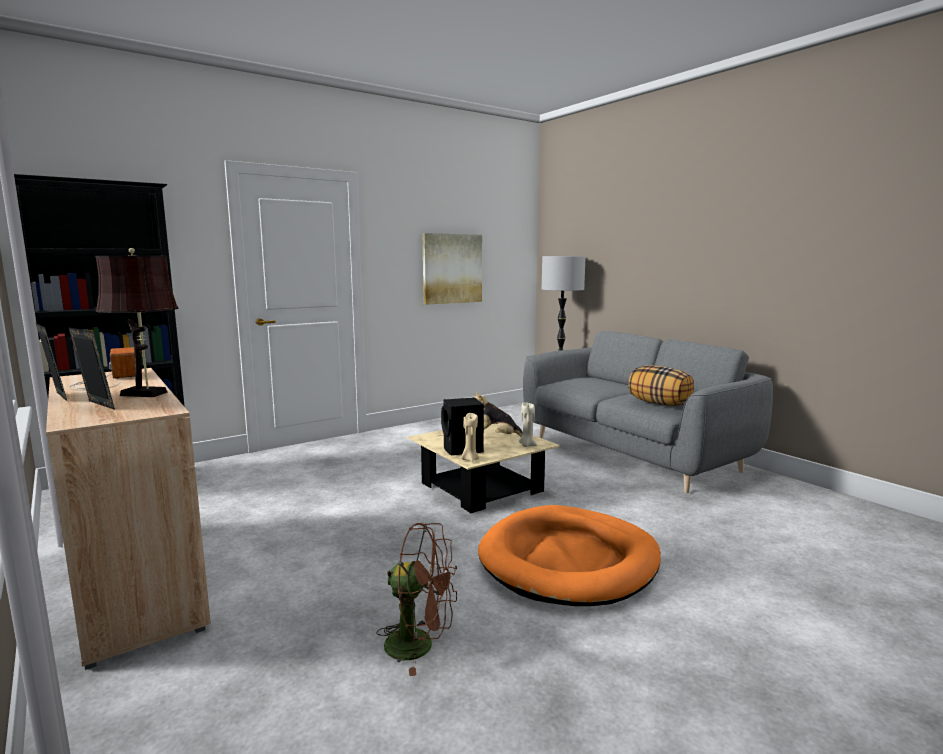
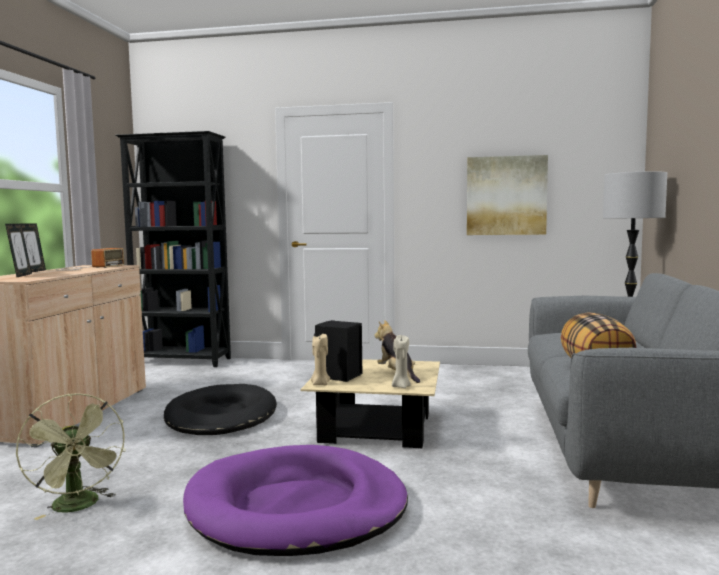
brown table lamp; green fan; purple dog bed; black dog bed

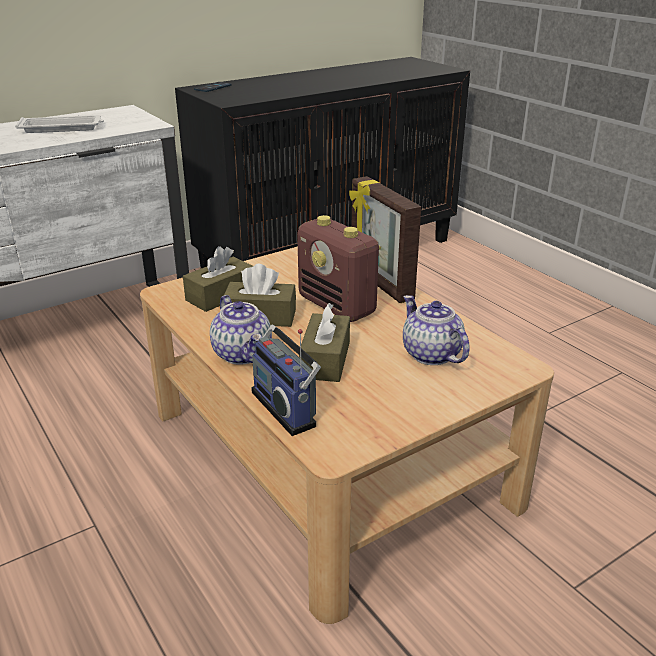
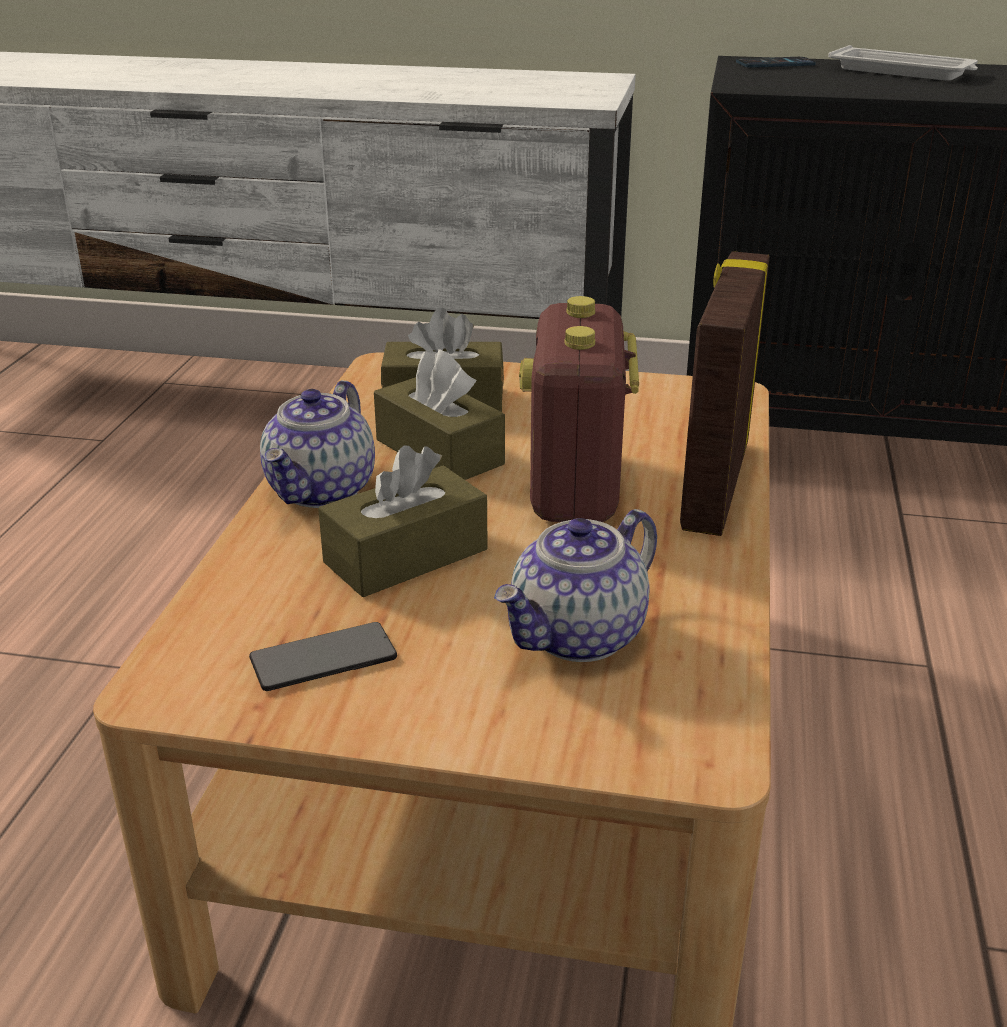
white tray; radio (no. 1 from left in the first image); teapot (no. 2 from left); phone (no. 1 from left)

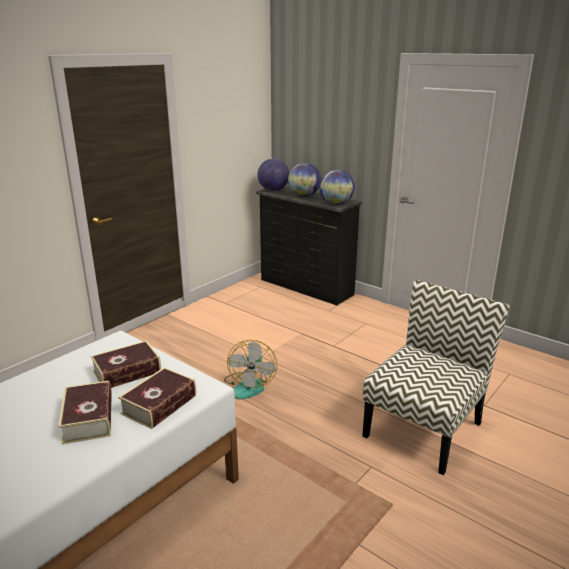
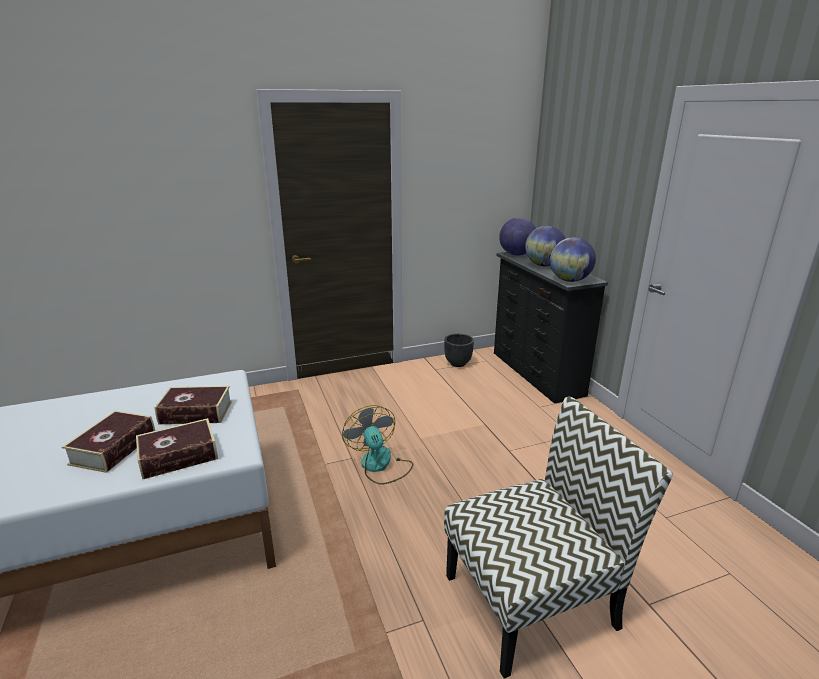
fan; black planter

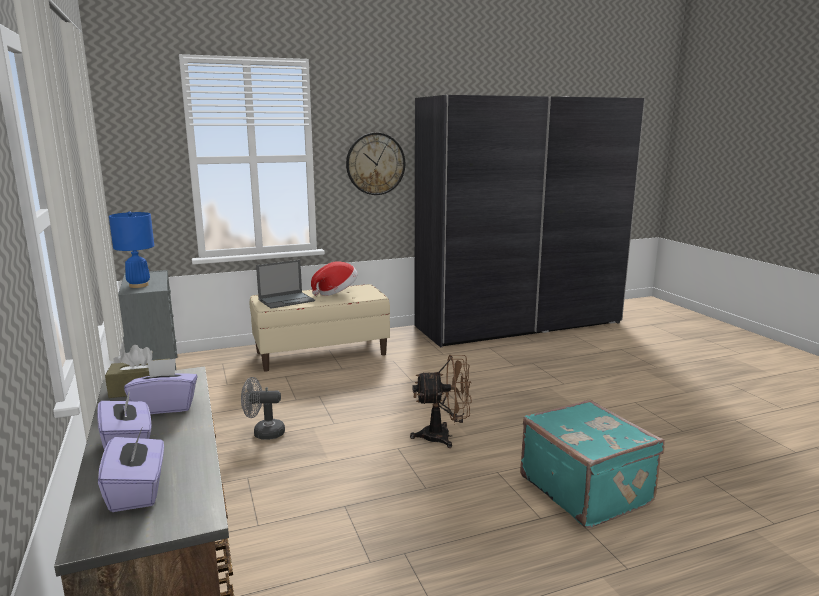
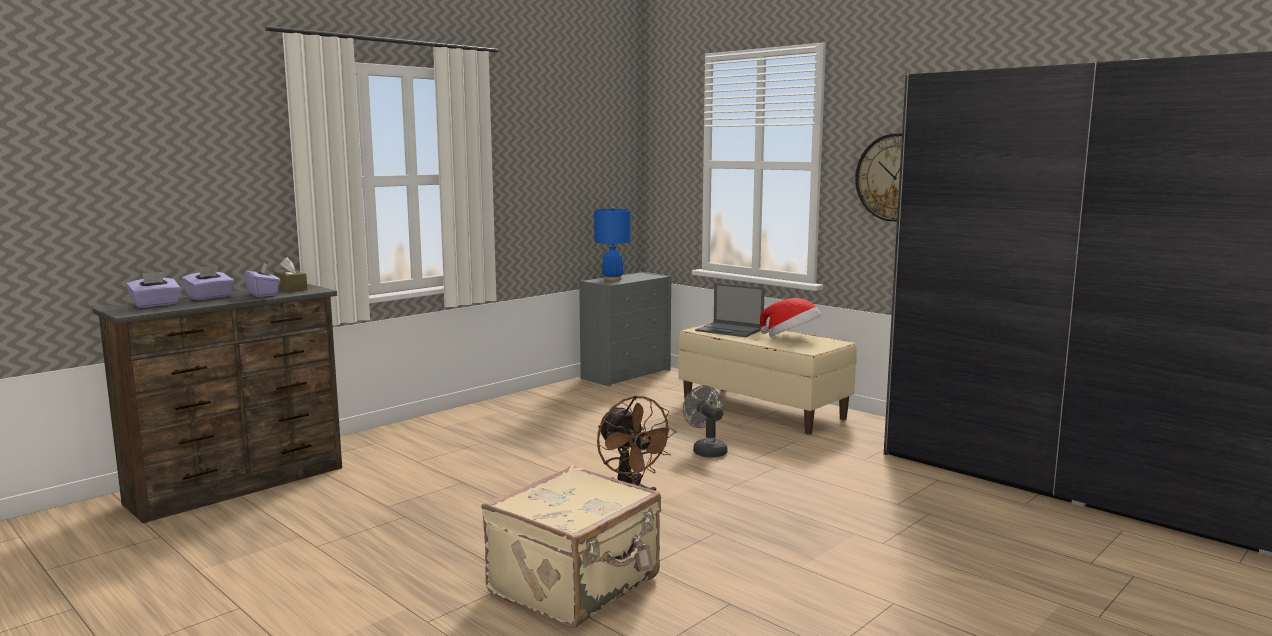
grey fan; beige suitcase

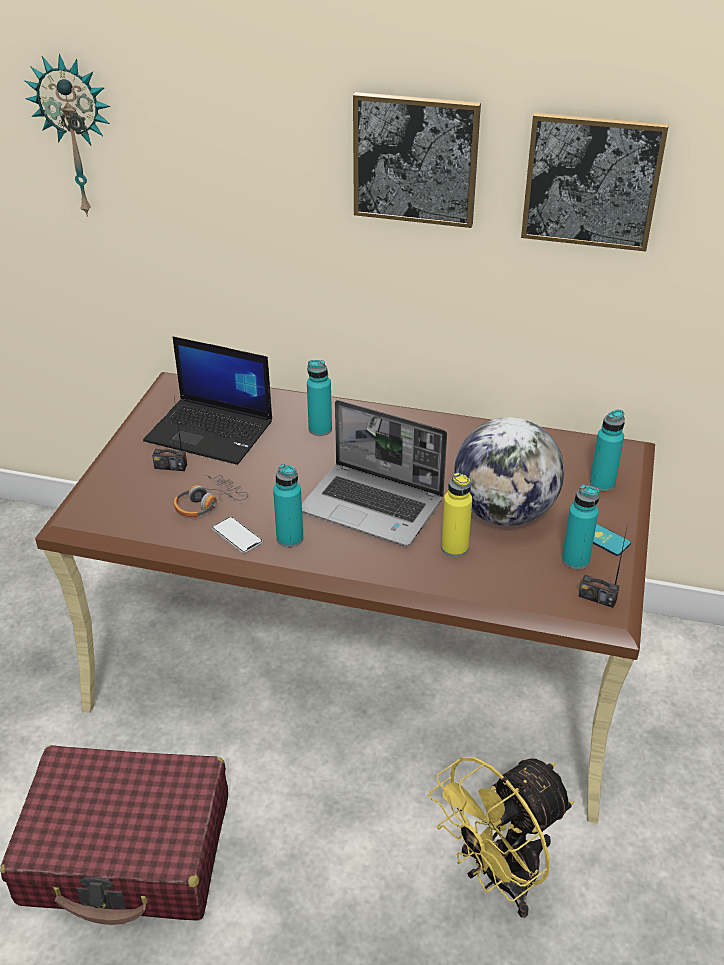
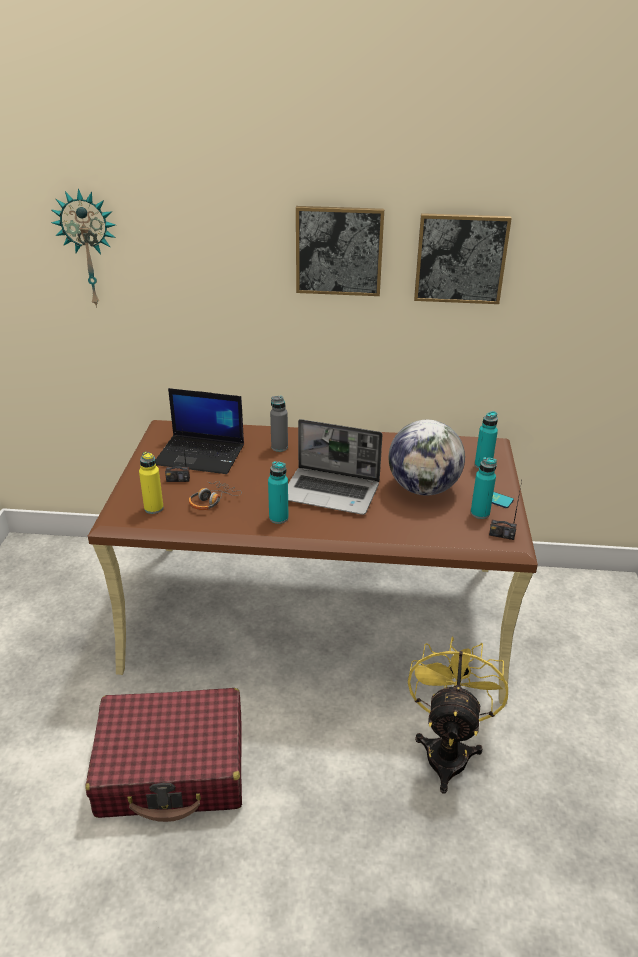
phone (no. 1 from left in the first image); grey bottle; yellow fan; yellow bottle

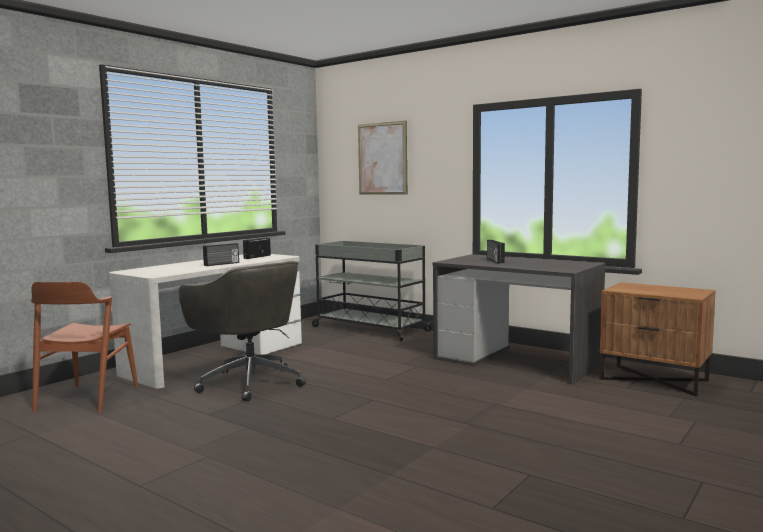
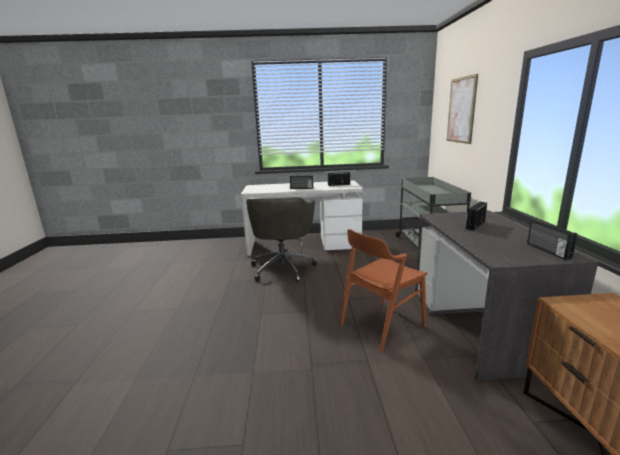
brown chair; radio (no. 4 from left)

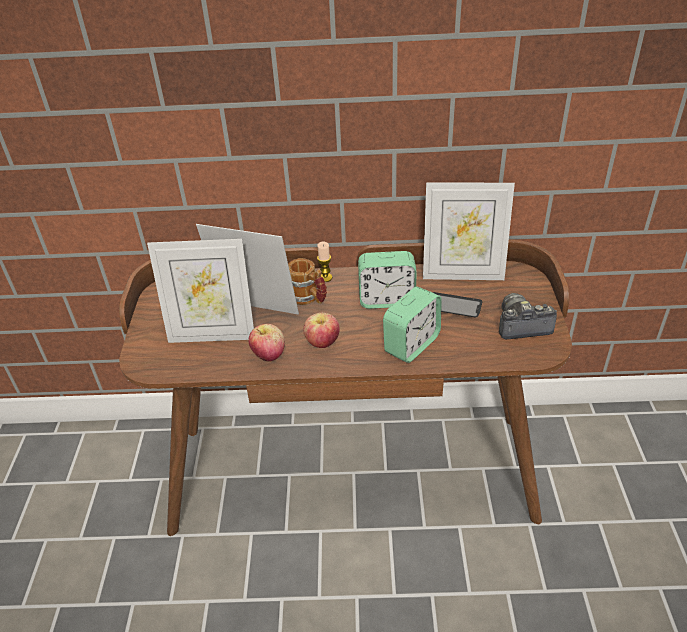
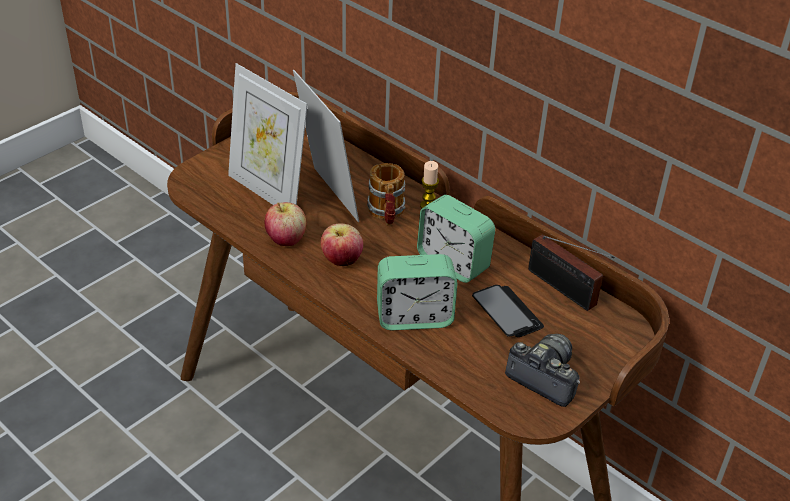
radio

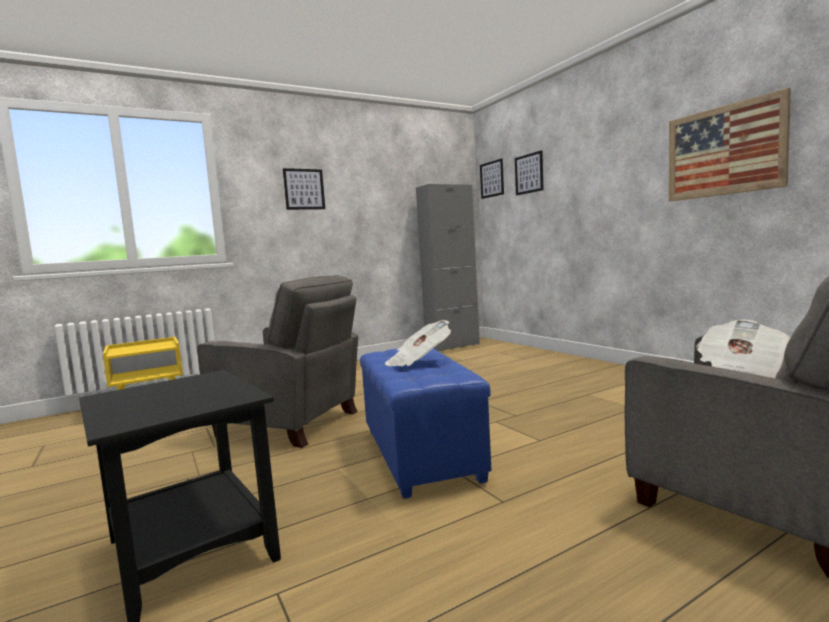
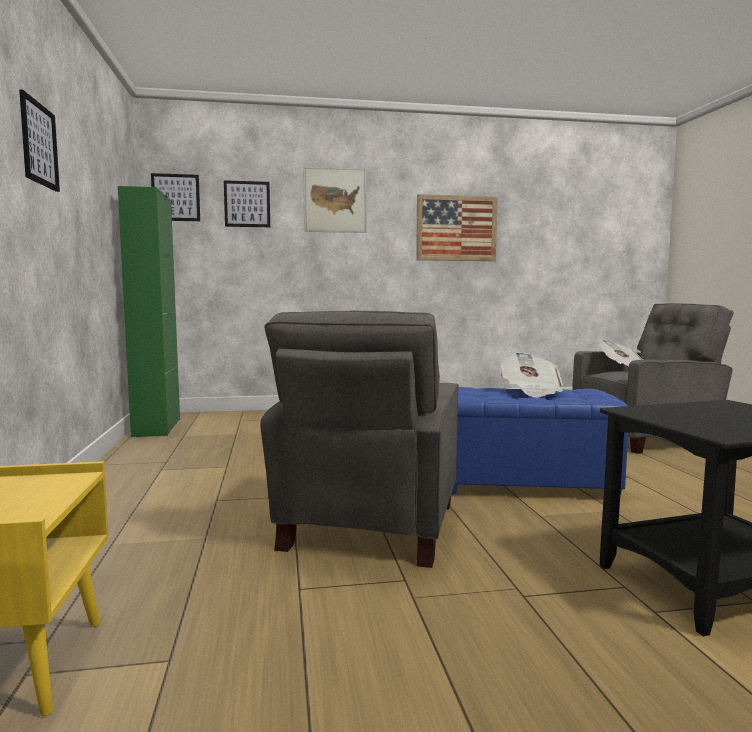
grey armchair (no. 1 from left); green cabinet; picture (no. 4 from left)

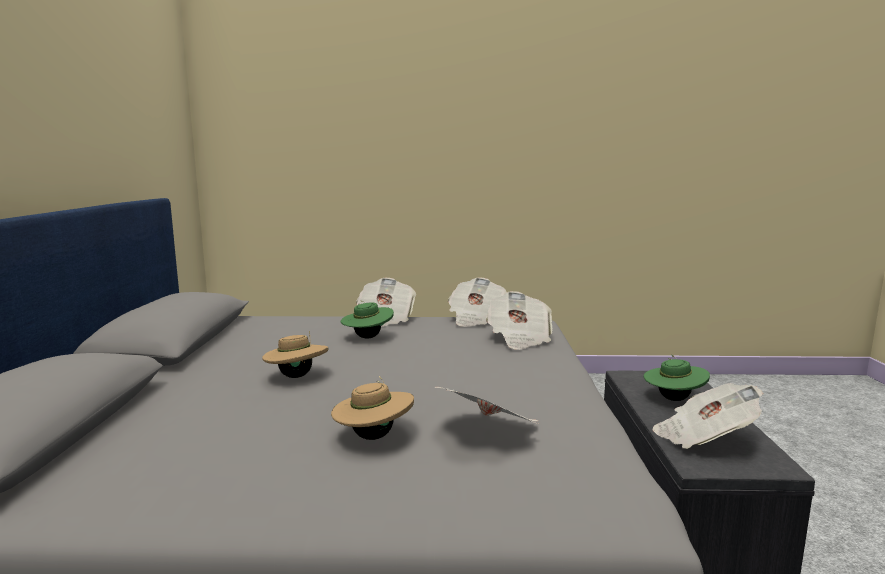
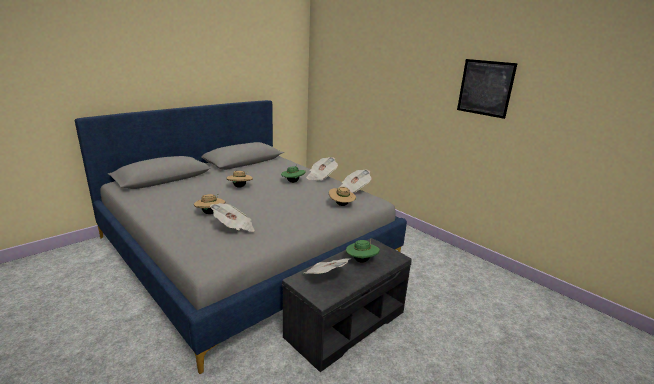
beige hat (no. 3 from left); picture

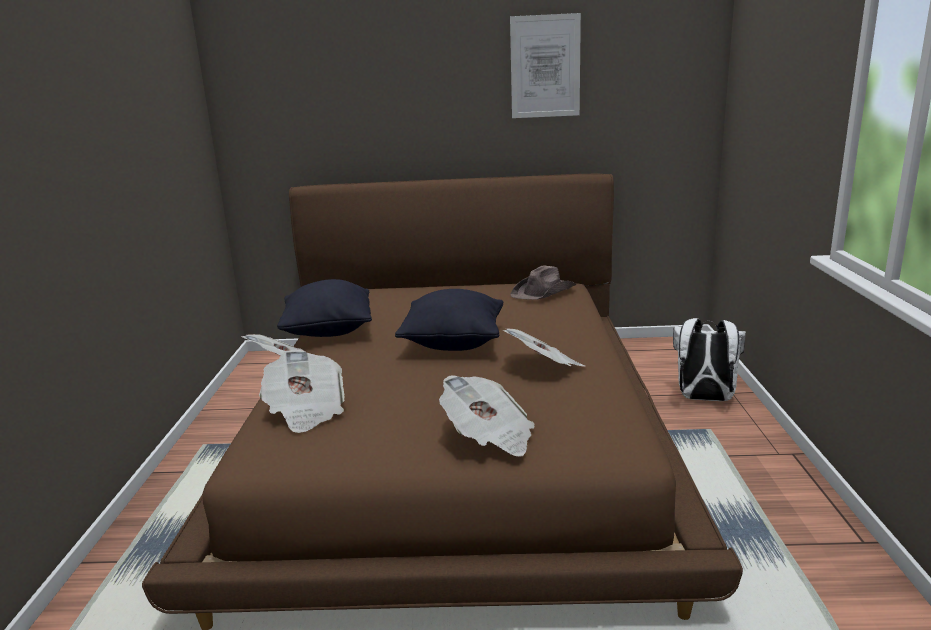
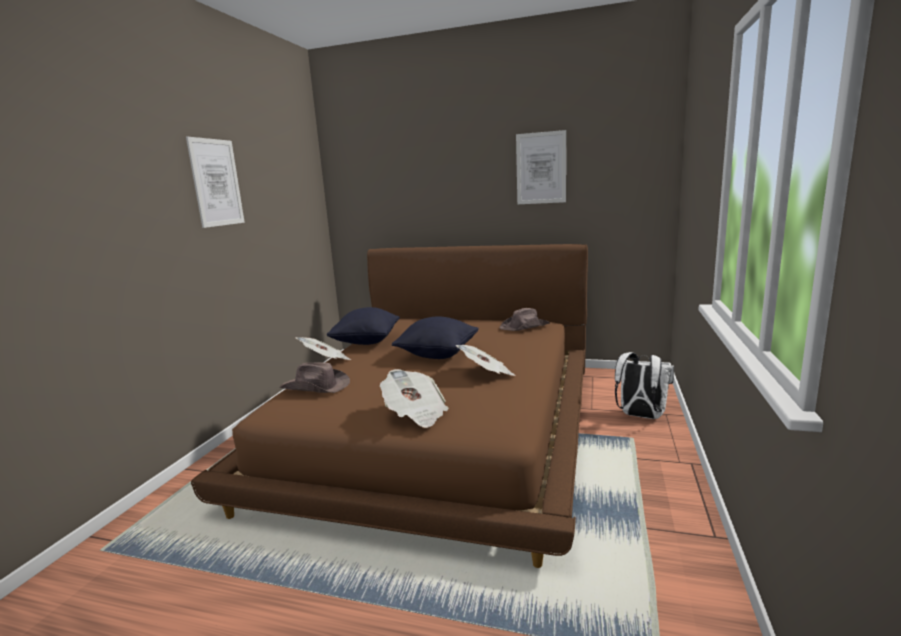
brown hat (no. 1 from left); picture (no. 1 from left)

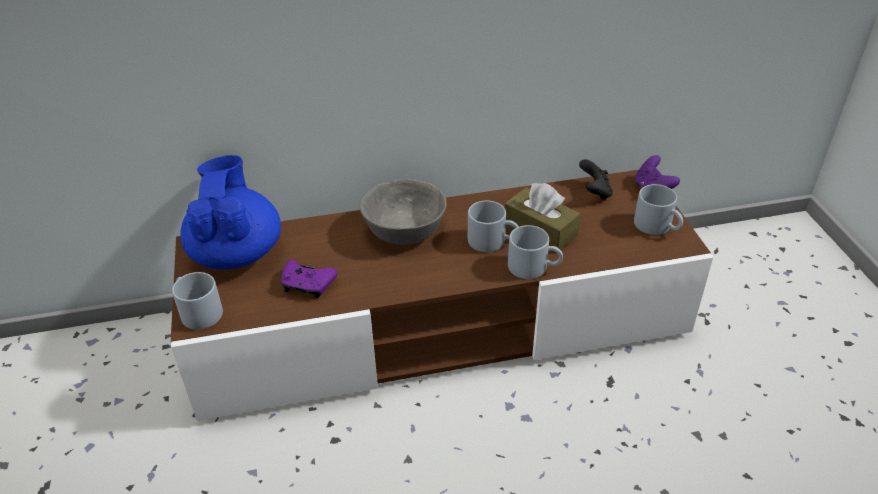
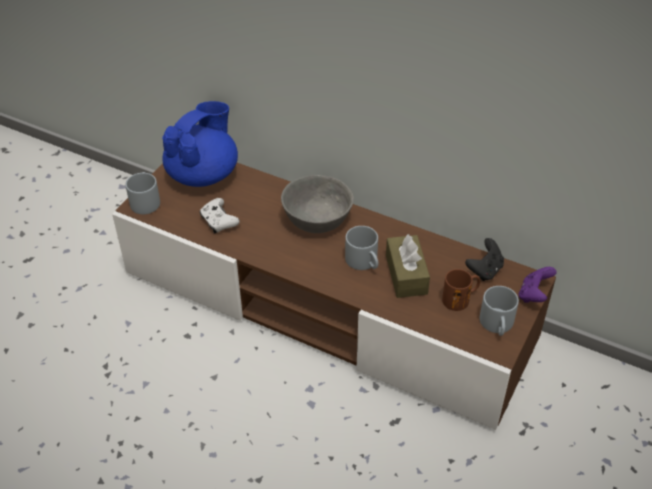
white game controller; grey mug (no. 3 from left in the first image); brown mug

